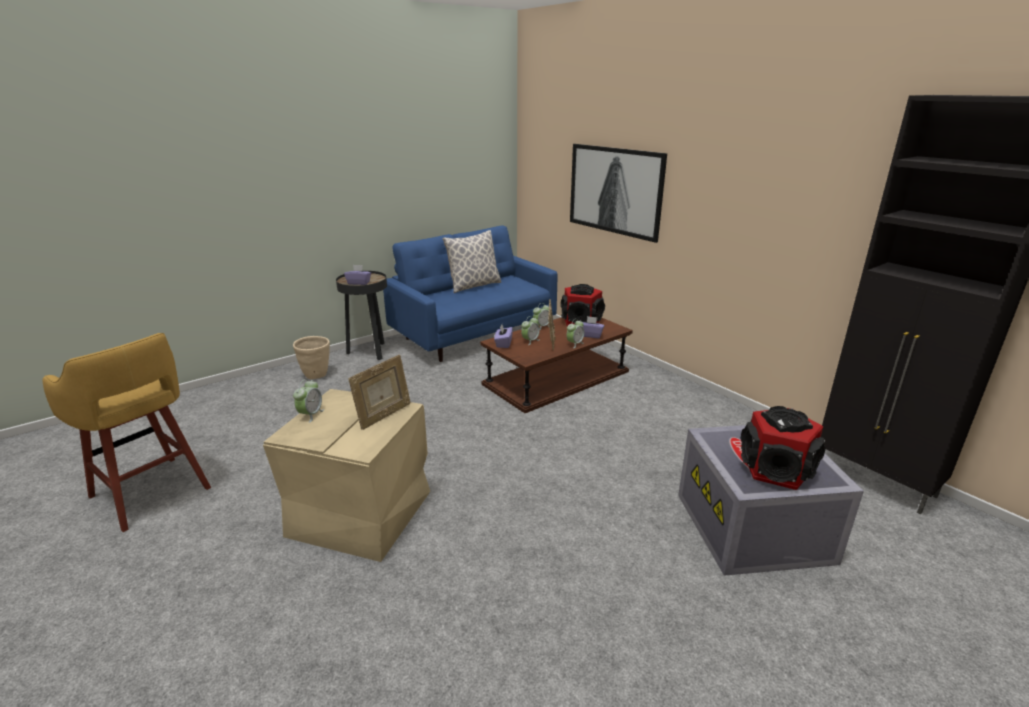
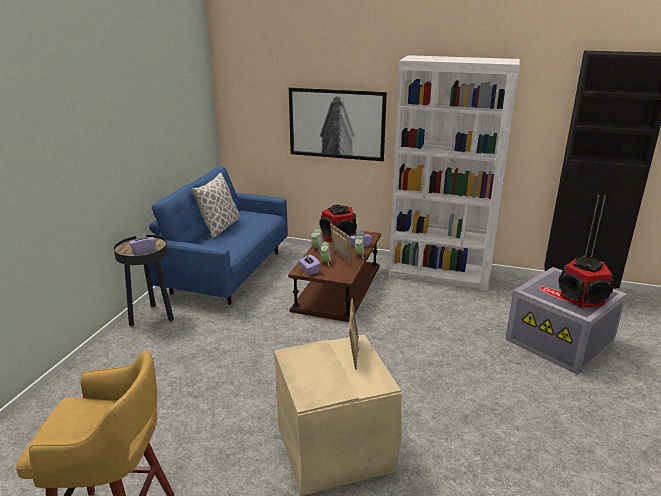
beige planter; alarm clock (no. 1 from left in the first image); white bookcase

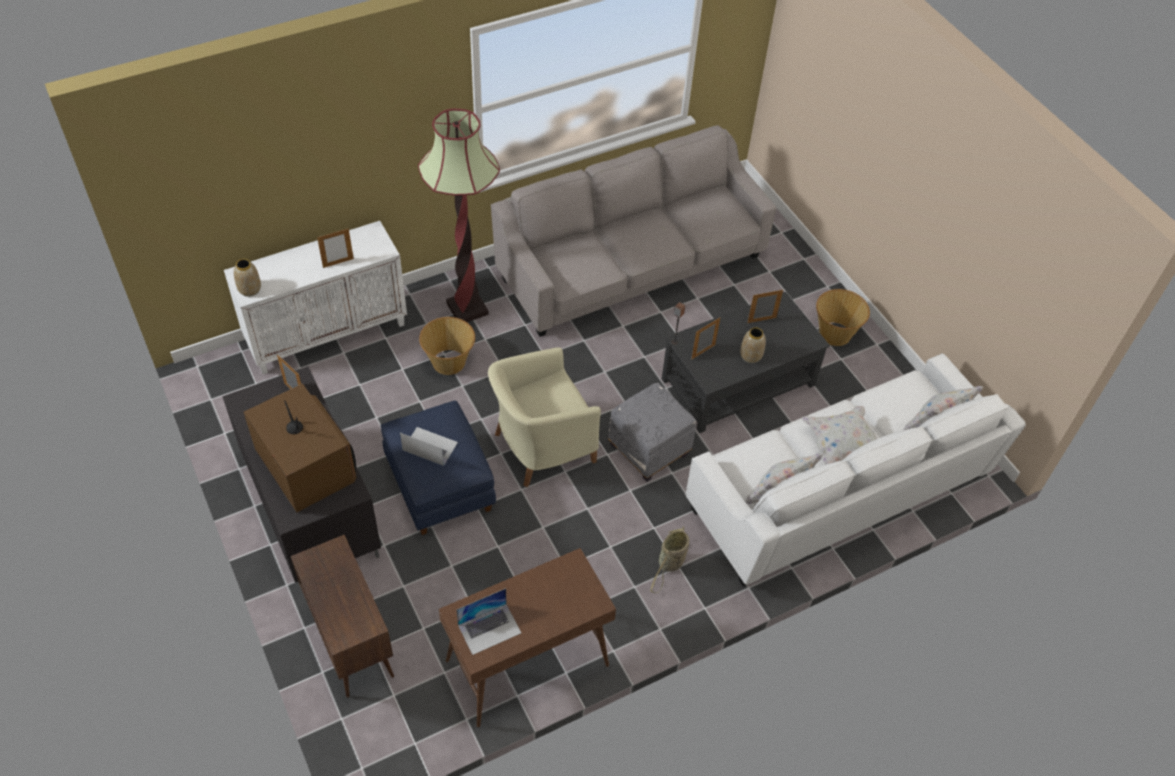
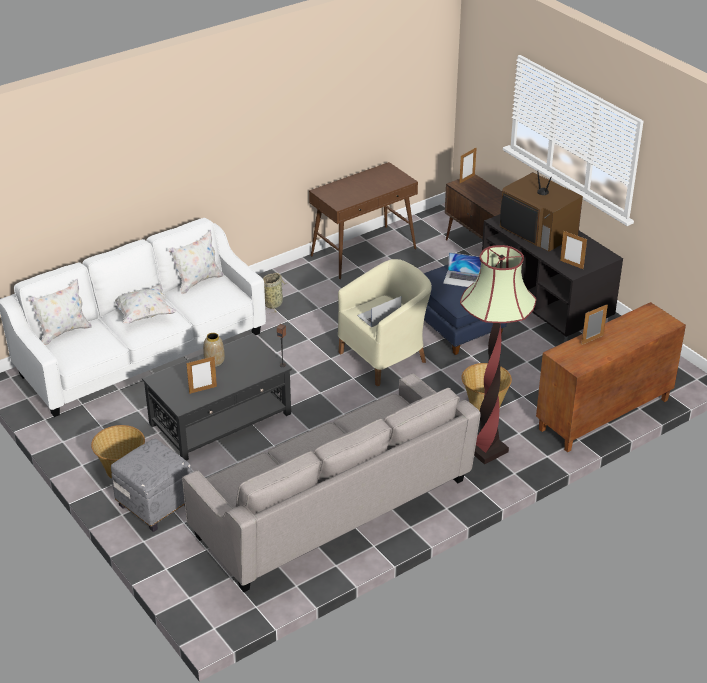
brown cabinet (no. 2 from left); vase (no. 1 from left in the first image); laptop (no. 1 from left); grey ottoman; picture frame (no. 2 from left)

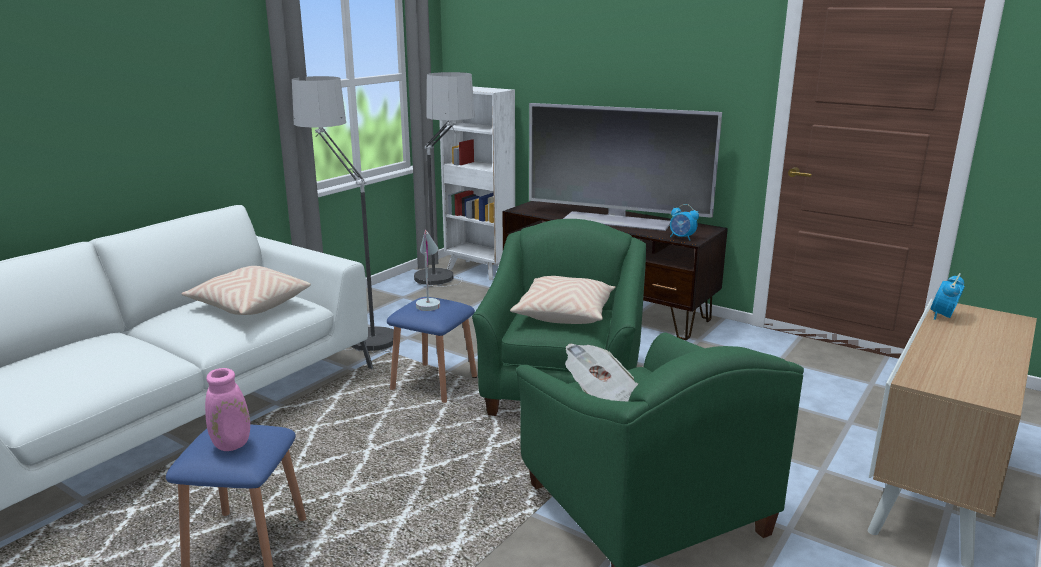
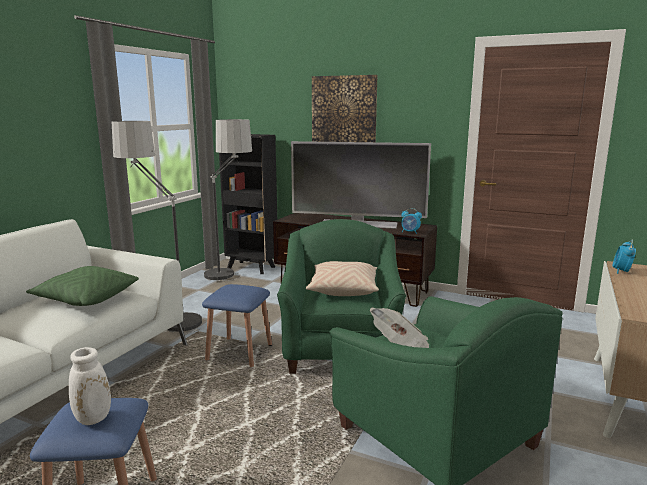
green pillow; white vase; white table lamp; black bookcase; picture

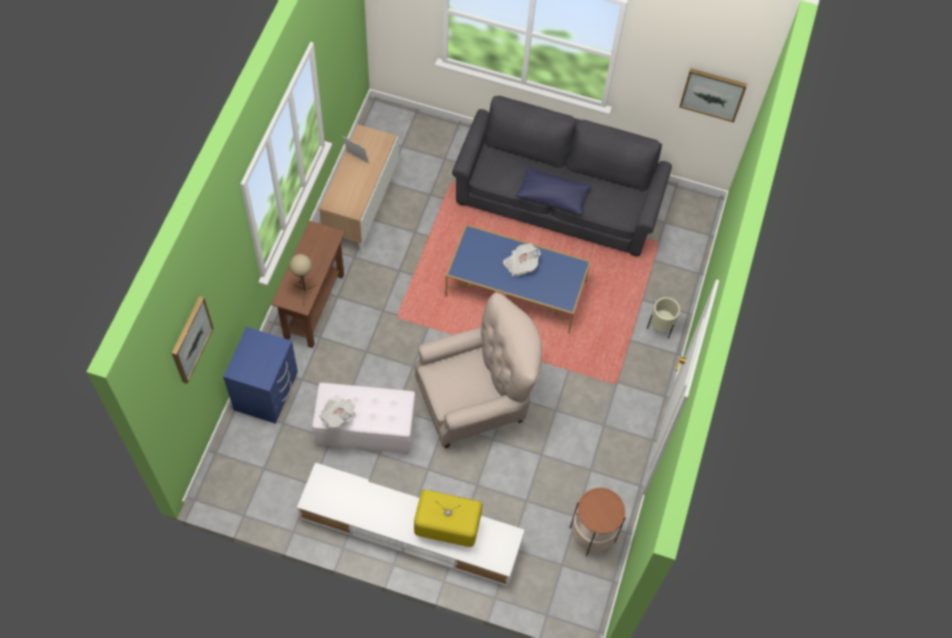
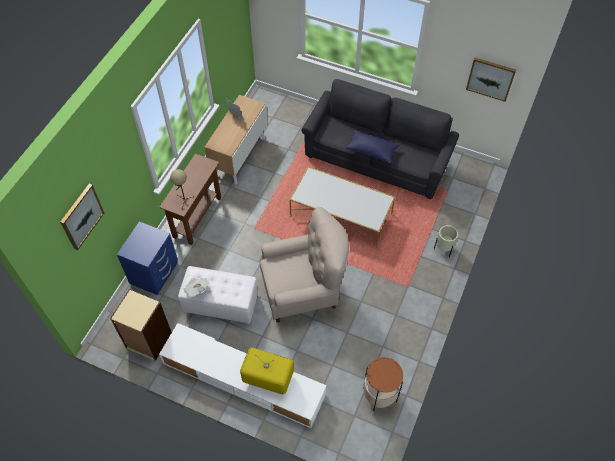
white coffee table; newspaper (no. 2 from left in the first image); beige bookcase

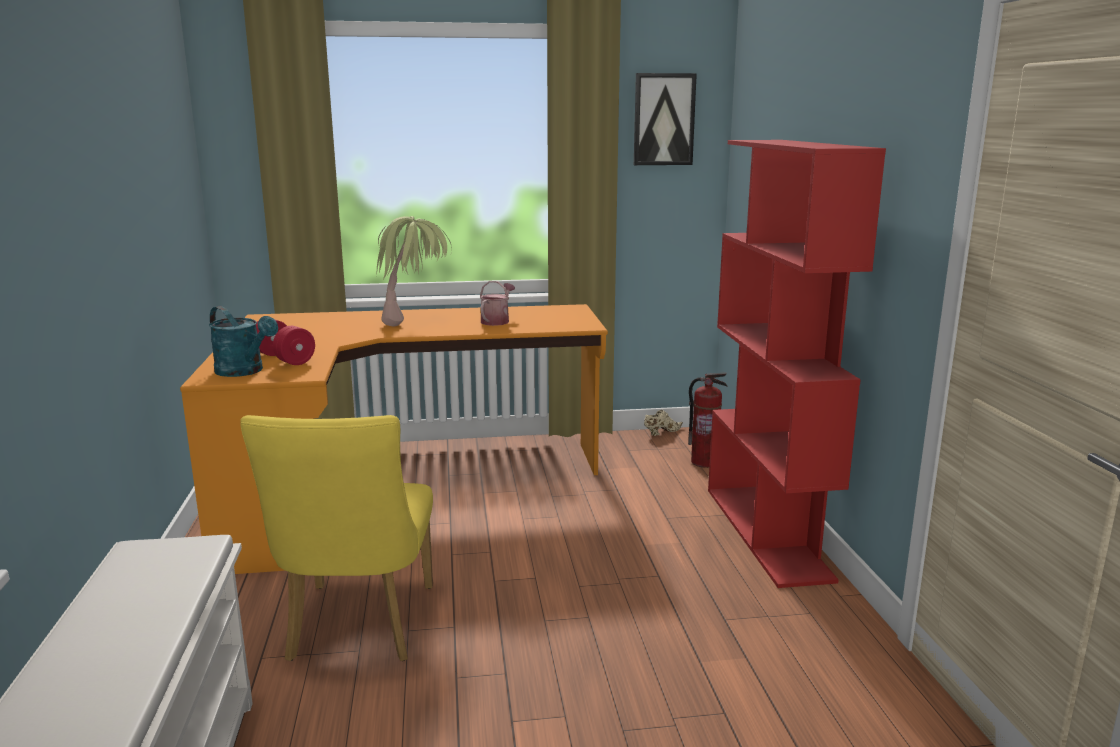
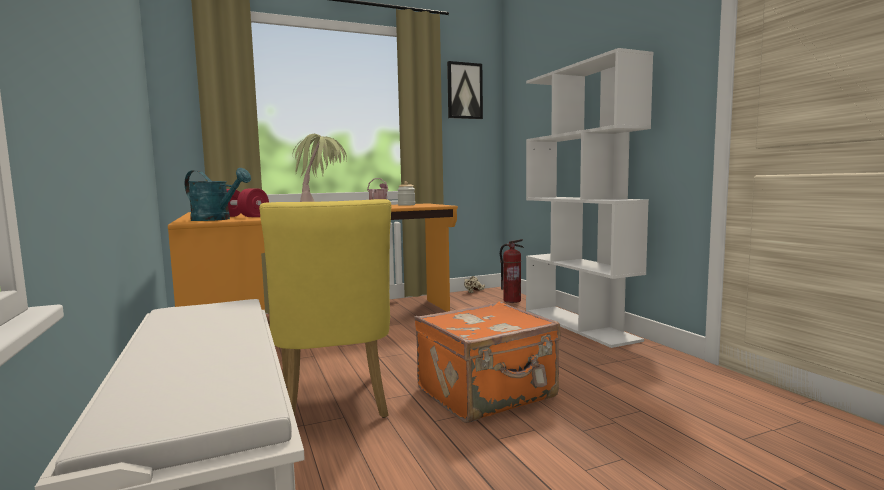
white bookcase; jar; orange suitcase

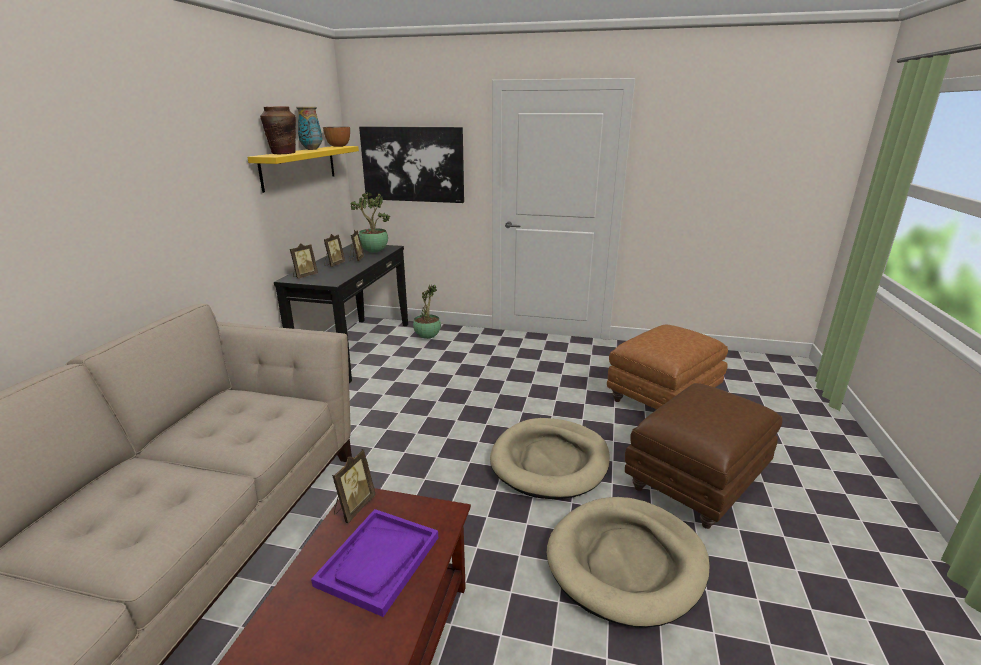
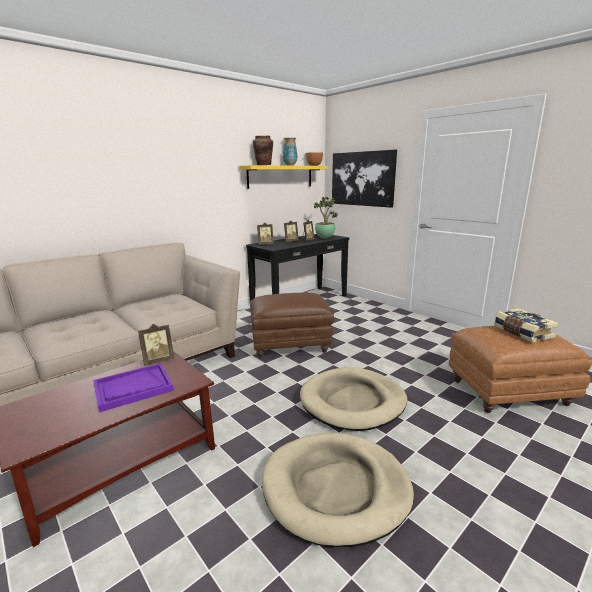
potted plant (no. 2 from left in the first image); brown ottoman (no. 1 from left); book

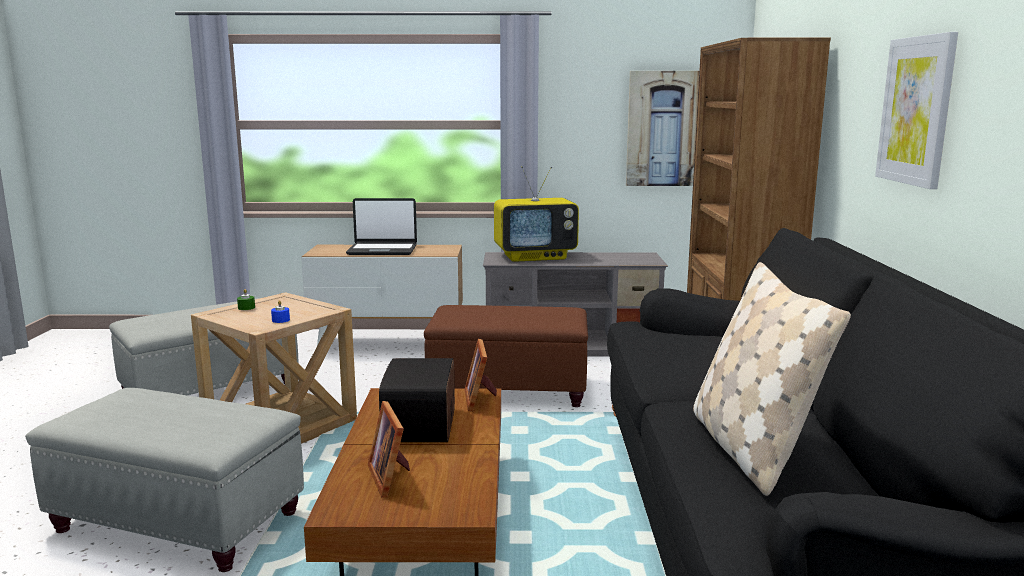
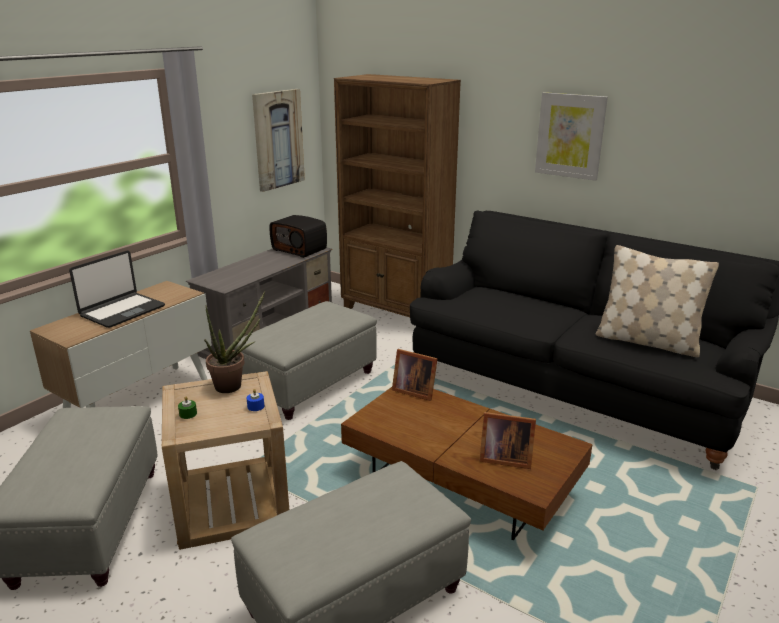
radio; grey ottoman (no. 2 from left); television; potted plant

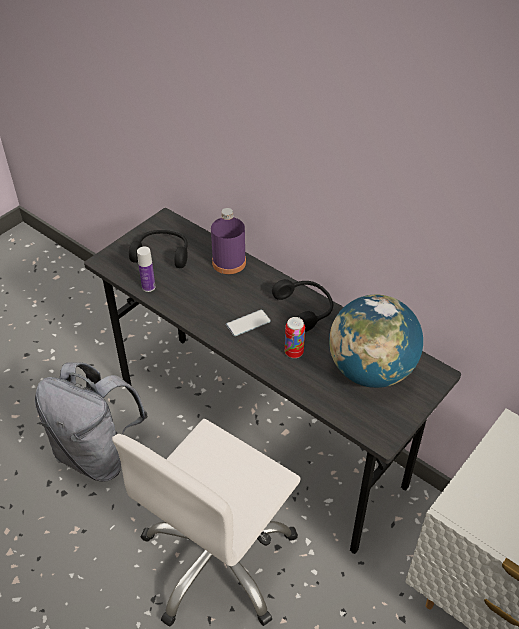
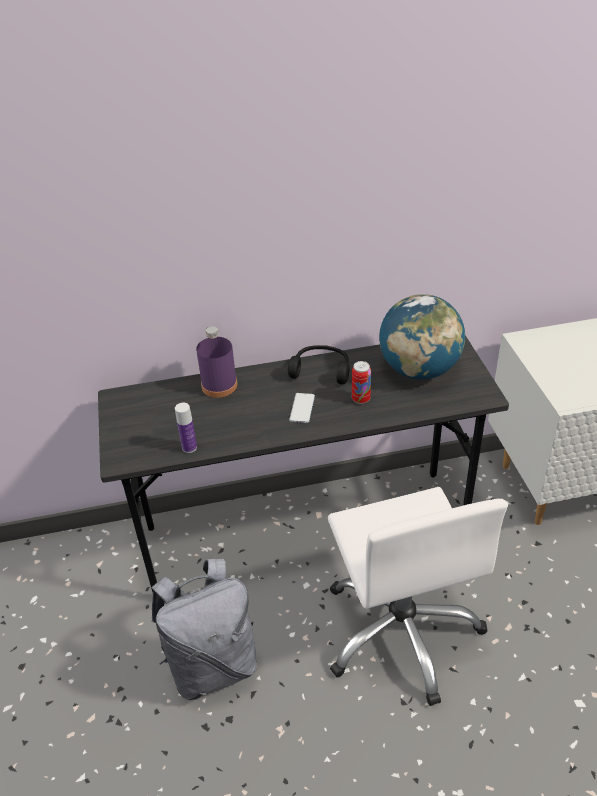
black headphones (no. 1 from left in the first image)

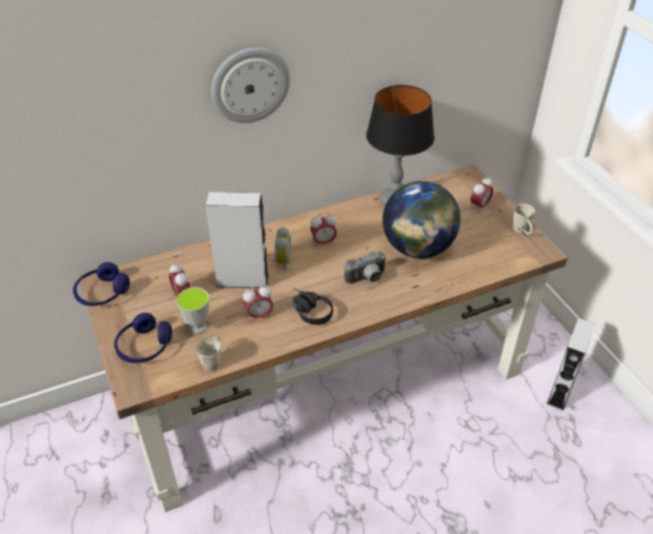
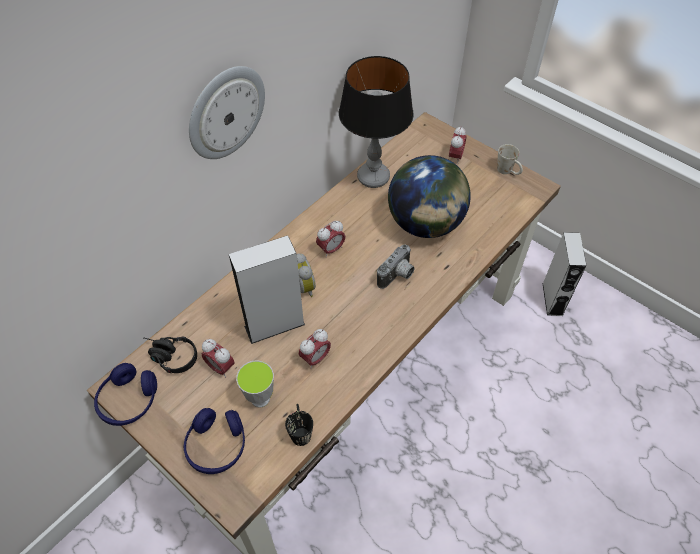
black mug; black headphones

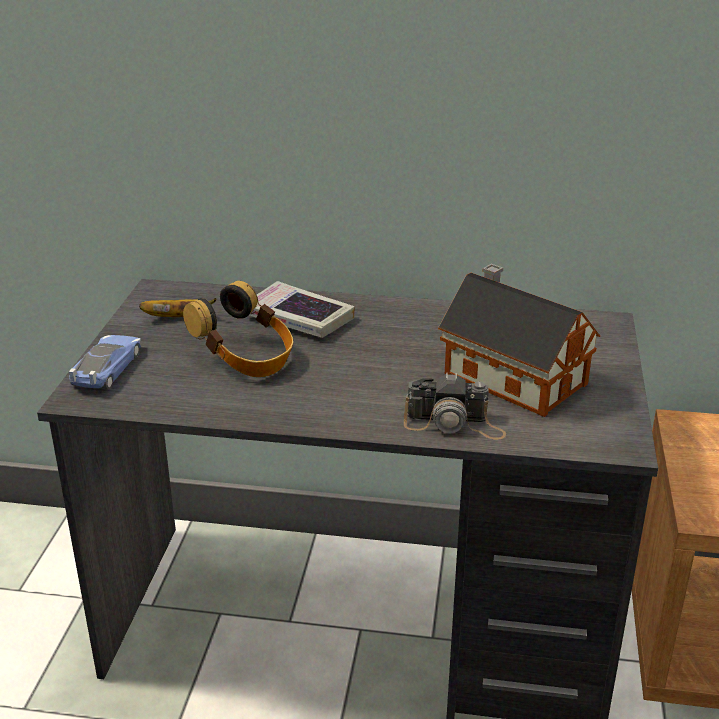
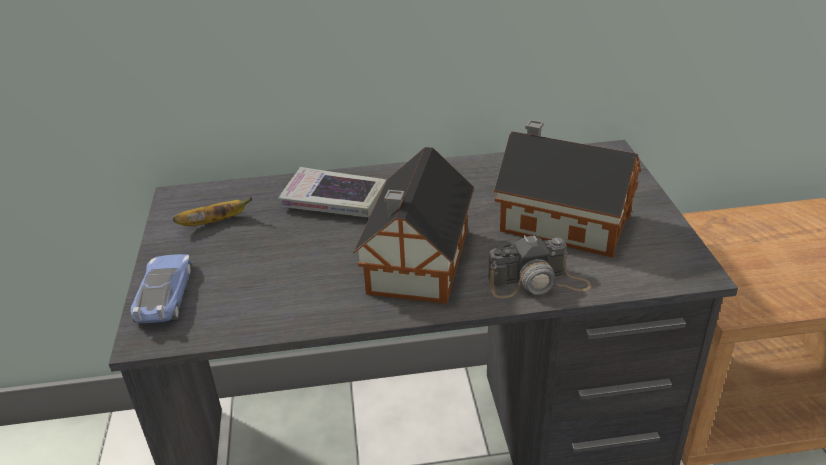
headphones; toy house (no. 1 from left)

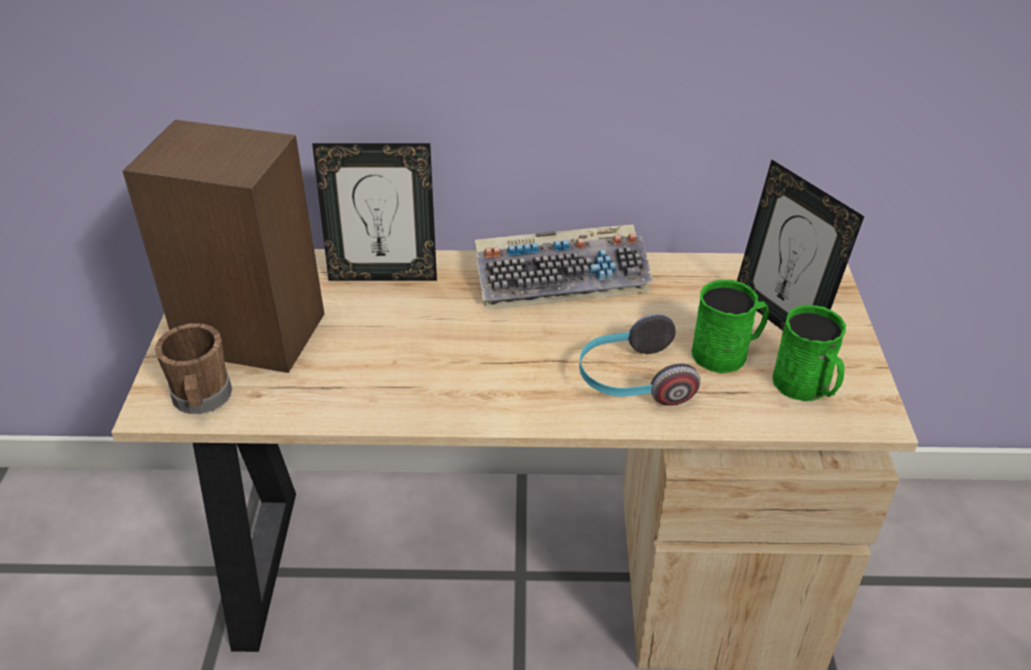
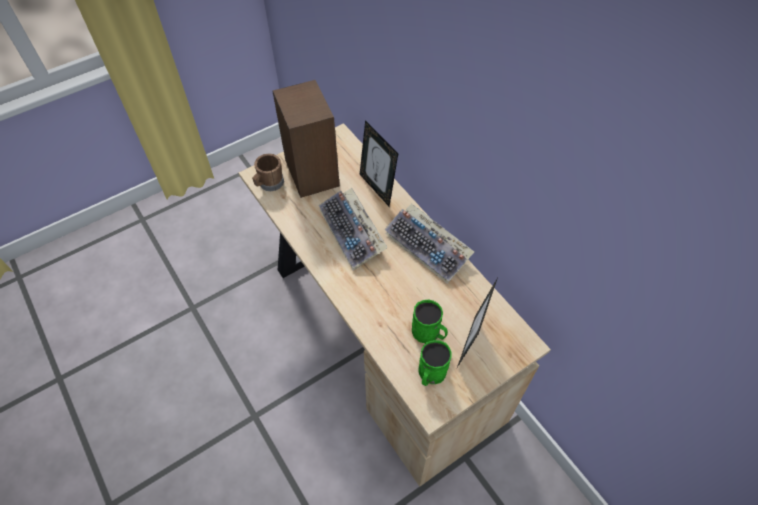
headphones; keyboard (no. 1 from left)

